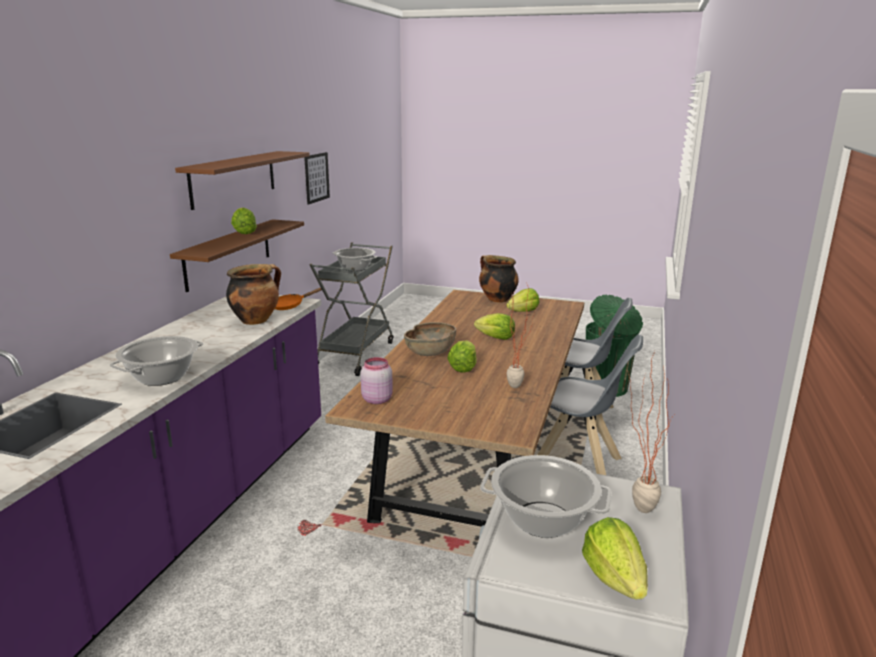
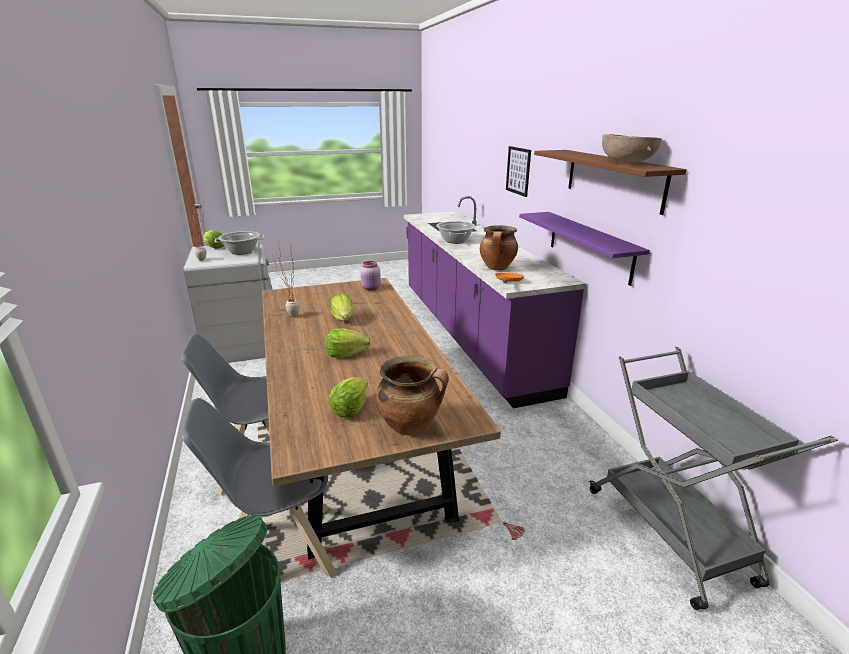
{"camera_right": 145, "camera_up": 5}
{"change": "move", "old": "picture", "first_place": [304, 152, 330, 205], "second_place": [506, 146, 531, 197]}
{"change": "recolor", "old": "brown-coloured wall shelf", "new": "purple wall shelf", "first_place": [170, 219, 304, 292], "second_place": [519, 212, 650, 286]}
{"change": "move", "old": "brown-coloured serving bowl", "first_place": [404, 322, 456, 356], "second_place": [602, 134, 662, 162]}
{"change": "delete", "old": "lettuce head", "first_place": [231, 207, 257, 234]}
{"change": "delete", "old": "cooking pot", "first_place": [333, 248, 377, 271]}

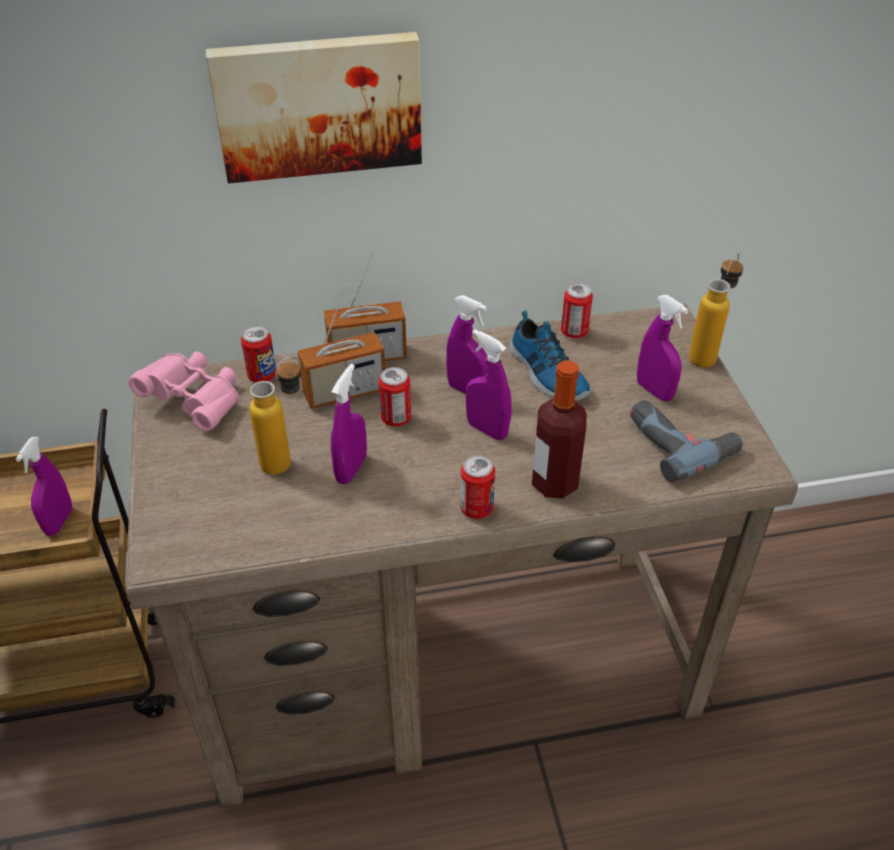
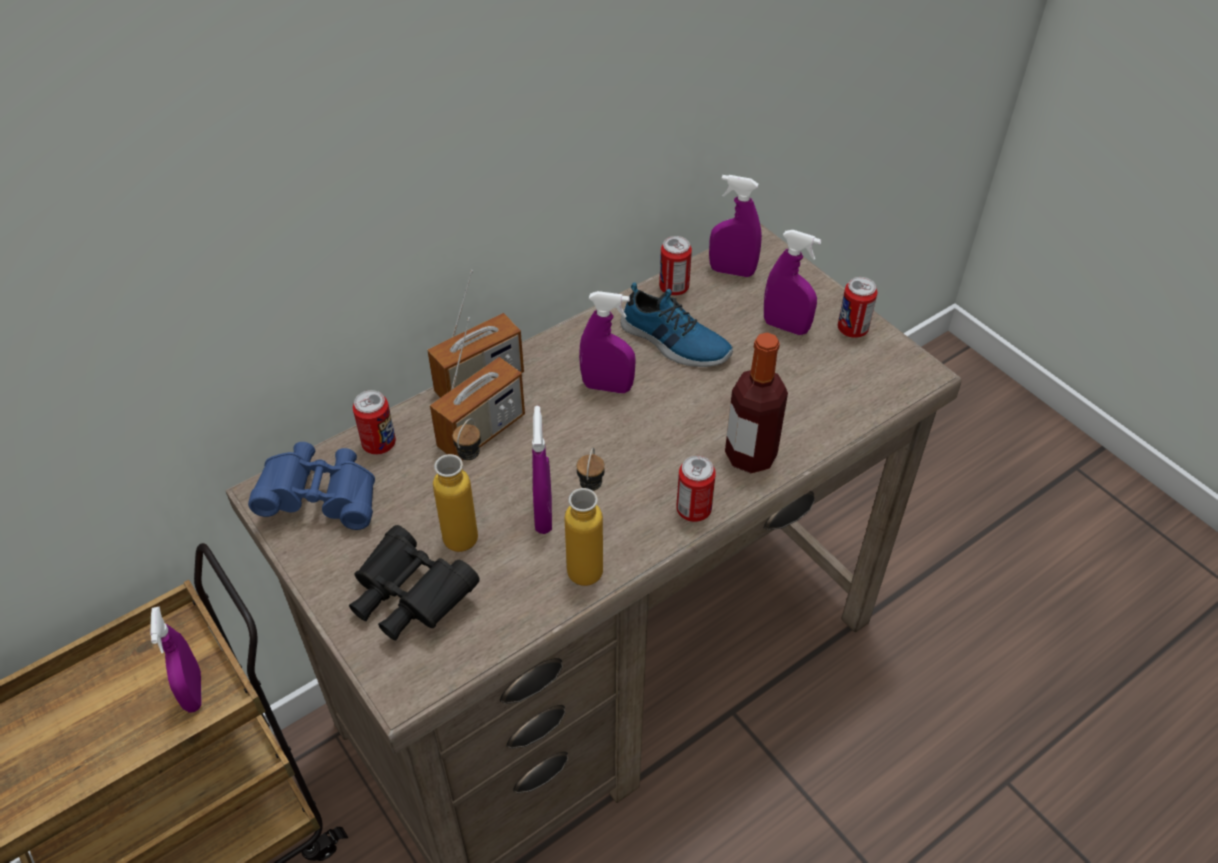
{"camera_right": -25, "camera_up": 5}
{"change": "recolor", "old": "pinkish pair of binoculars", "new": "blue pair of binoculars", "first_place": [129, 351, 239, 431], "second_place": [248, 442, 375, 530]}
{"change": "insert", "new": "black-coloured pair of binoculars", "second_place": [349, 525, 480, 641]}
{"change": "move", "old": "drink bottle", "first_place": [689, 253, 743, 368], "second_place": [564, 448, 605, 586]}
{"change": "move", "old": "purple sprayer", "first_place": [466, 329, 511, 440], "second_place": [709, 175, 762, 277]}
{"change": "move", "old": "metal can", "first_place": [379, 367, 411, 427], "second_place": [838, 277, 877, 338]}
{"change": "delete", "old": "picture", "first_place": [206, 32, 422, 184]}
{"change": "delete", "old": "power drill", "first_place": [630, 400, 744, 483]}

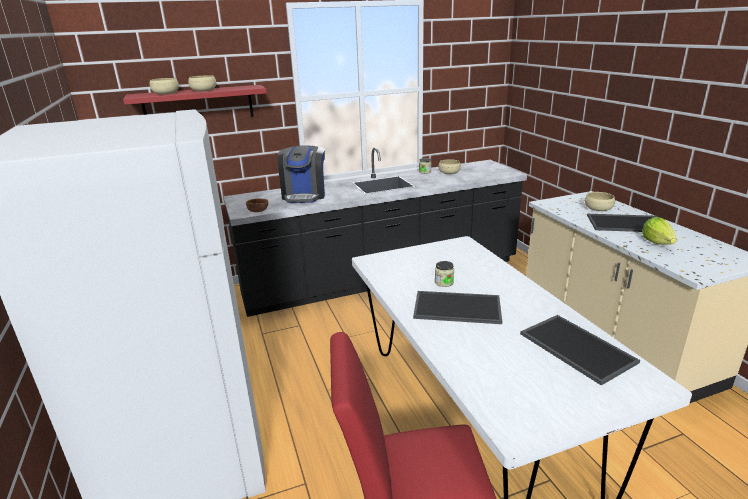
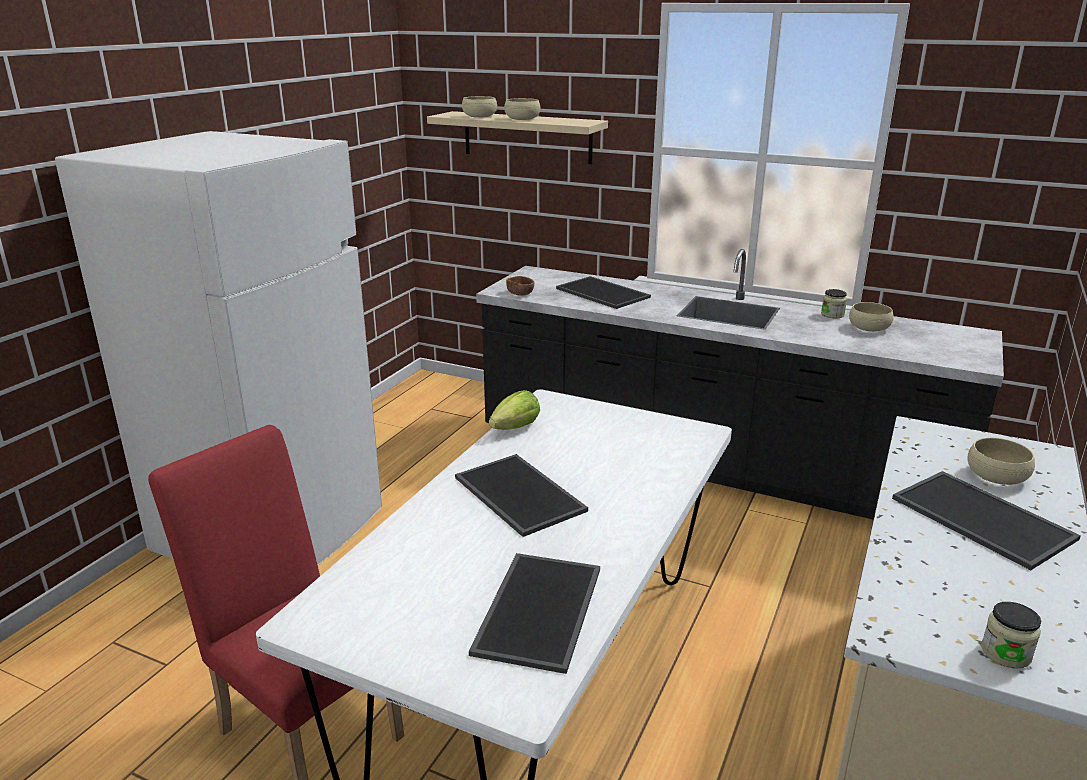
{"camera_right": 45, "camera_up": 0}
{"change": "recolor", "old": "reddish wall shelf", "new": "beige-coloured wall shelf", "first_place": [123, 85, 267, 116], "second_place": [427, 111, 608, 164]}
{"change": "move", "old": "lettuce head", "first_place": [642, 217, 677, 245], "second_place": [489, 390, 540, 430]}
{"change": "replace", "old": "coffee brewer", "new": "tray", "first_place": [278, 145, 325, 203], "second_place": [556, 276, 651, 309]}
{"change": "move", "old": "jar", "first_place": [435, 261, 454, 287], "second_place": [981, 602, 1041, 668]}

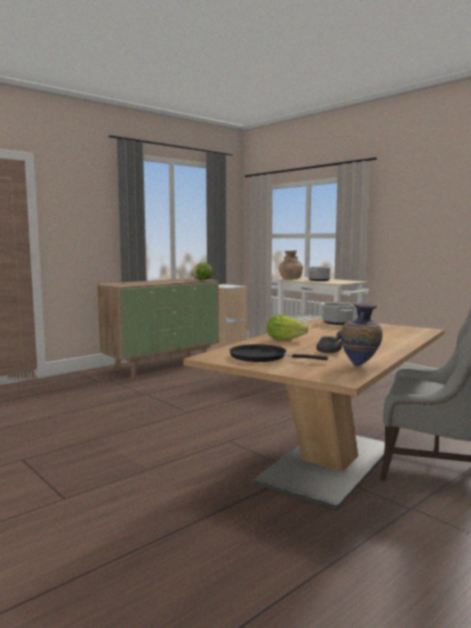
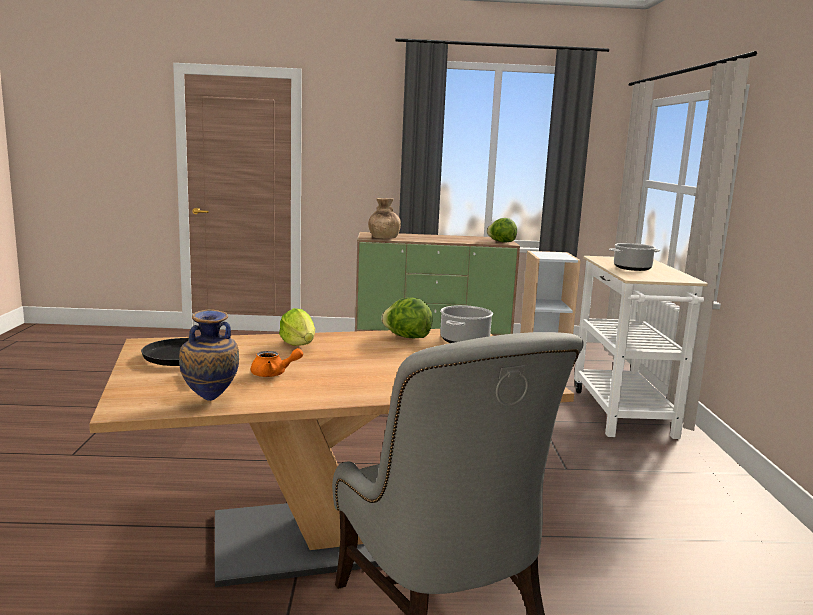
{"camera_right": 40, "camera_up": 5}
{"change": "recolor", "old": "gray teapot", "new": "orange-coloured teapot", "first_place": [316, 331, 342, 353], "second_place": [251, 348, 303, 377]}
{"change": "move", "old": "brown-coloured flower vase", "first_place": [279, 250, 303, 279], "second_place": [368, 198, 401, 239]}
{"change": "insert", "new": "lettuce head", "second_place": [381, 297, 433, 338]}

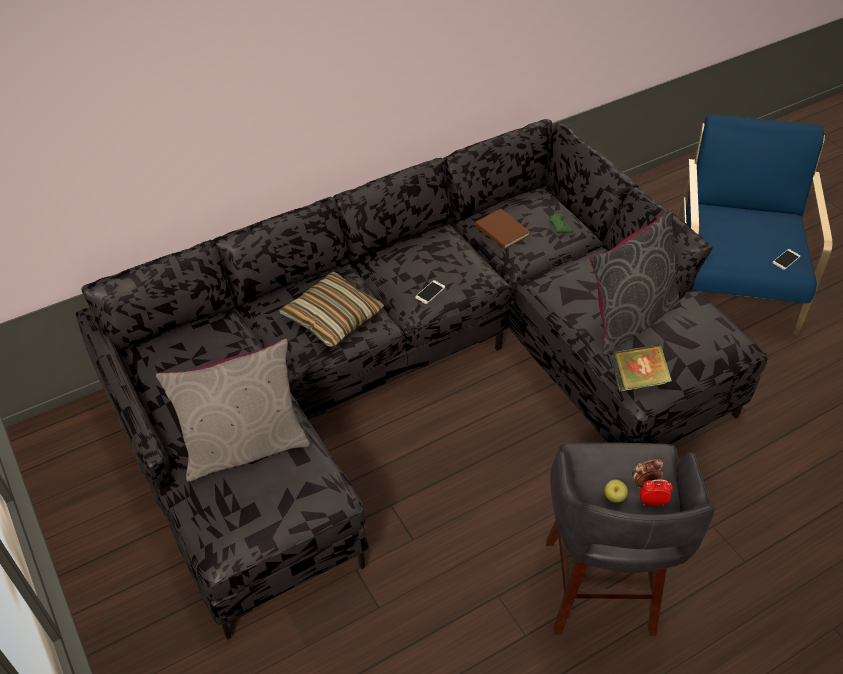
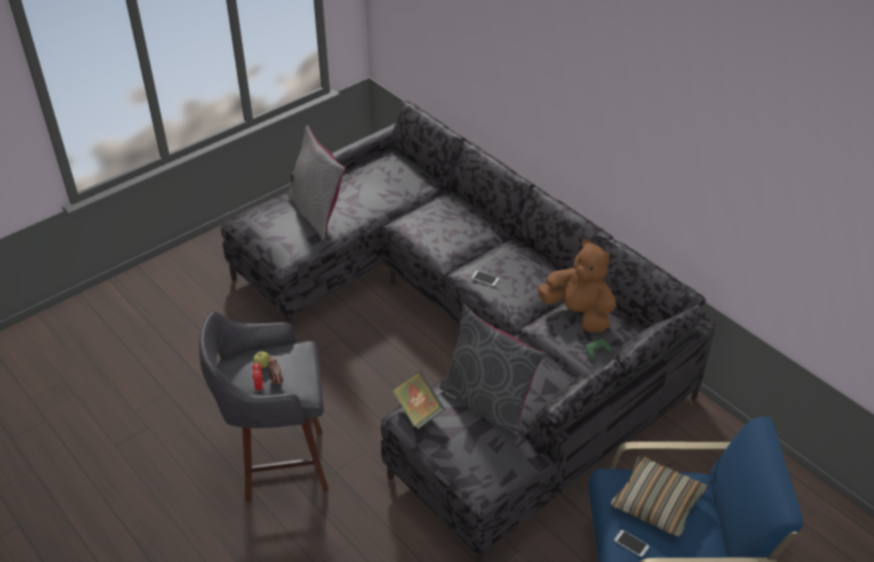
{"camera_right": 80, "camera_up": -5}
{"change": "replace", "old": "brown-coloured volume", "new": "brown-coloured plush toy", "first_place": [475, 209, 530, 250], "second_place": [537, 239, 616, 333]}
{"change": "move", "old": "throw pillow", "first_place": [279, 271, 384, 347], "second_place": [611, 455, 708, 537]}

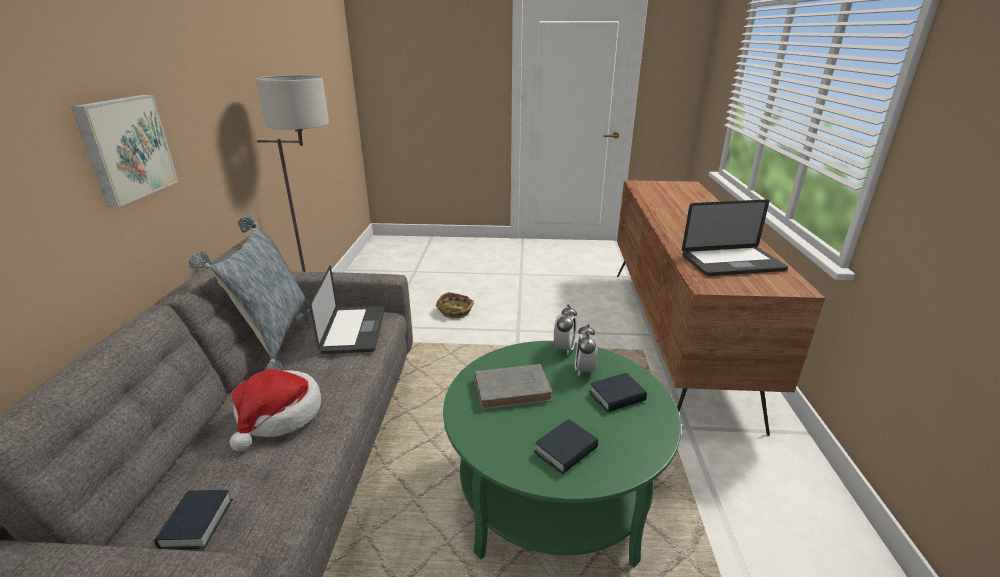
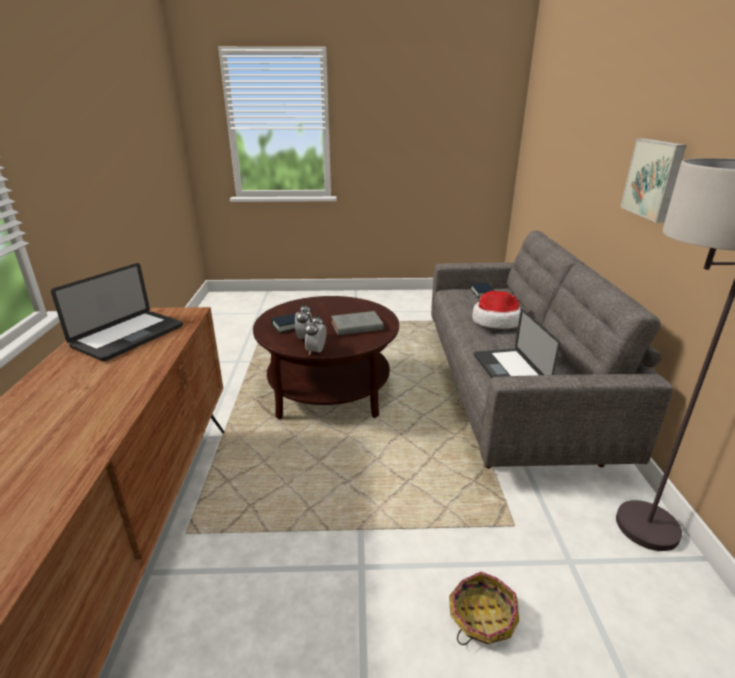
{"camera_right": 175, "camera_up": 0}
{"change": "rotate", "old": "notebook computer", "first_place": [682, 199, 788, 276], "second_place": [51, 263, 183, 361], "degrees": 135}
{"change": "recolor", "old": "green low table", "new": "brown-coloured low table", "first_place": [443, 341, 681, 567], "second_place": [253, 296, 399, 420]}
{"change": "delete", "old": "throw pillow", "first_place": [188, 214, 313, 370]}
{"change": "delete", "old": "volume", "first_place": [534, 419, 598, 474]}

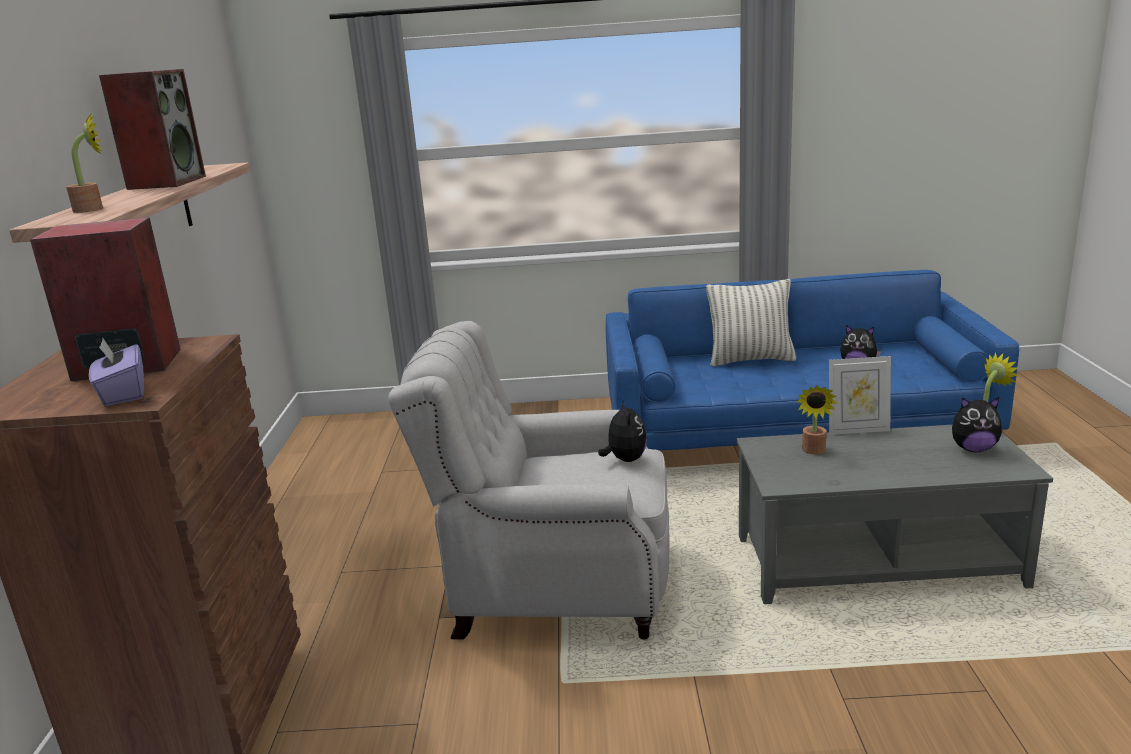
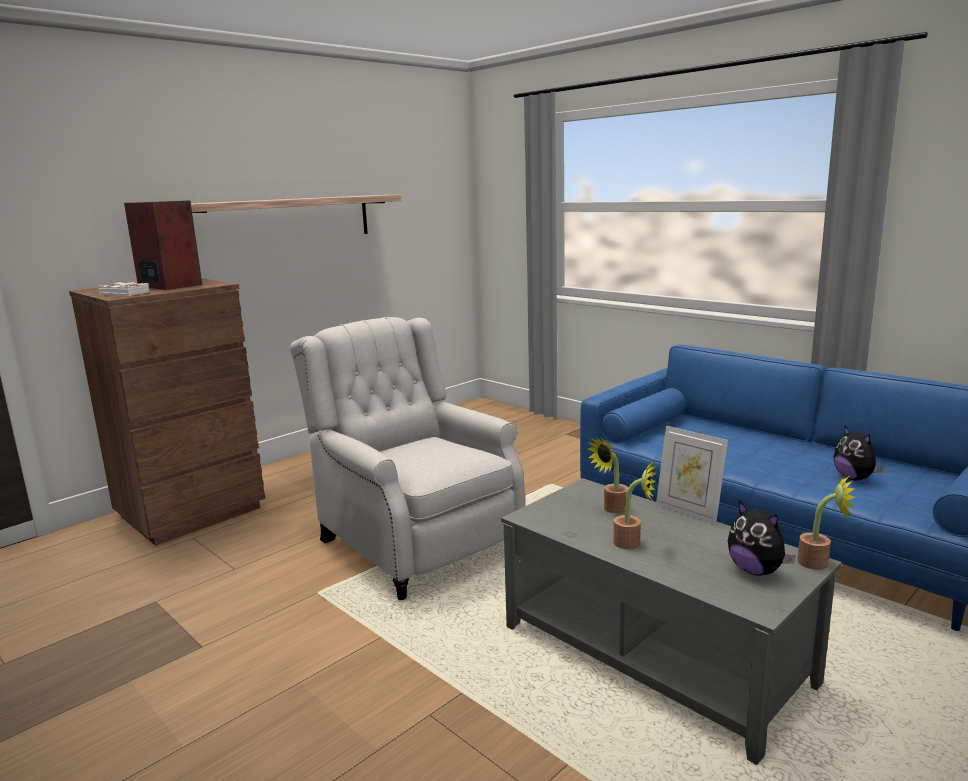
{"camera_right": 45, "camera_up": -5}
{"change": "replace", "old": "purple tissue holder", "new": "whitish volume", "first_place": [89, 339, 144, 406], "second_place": [98, 282, 150, 296]}
{"change": "move", "old": "potted plant", "first_place": [66, 113, 103, 213], "second_place": [614, 461, 657, 549]}
{"change": "delete", "old": "speaker", "first_place": [99, 69, 206, 190]}
{"change": "delete", "old": "plush toy", "first_place": [598, 400, 647, 462]}
{"change": "delete", "old": "throw pillow", "first_place": [706, 279, 796, 367]}

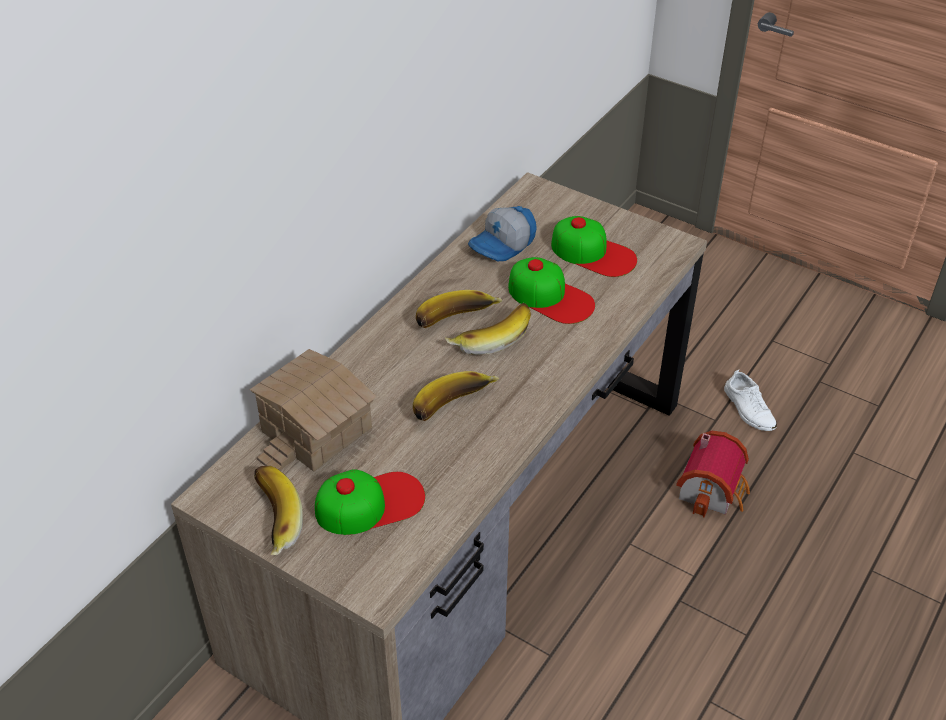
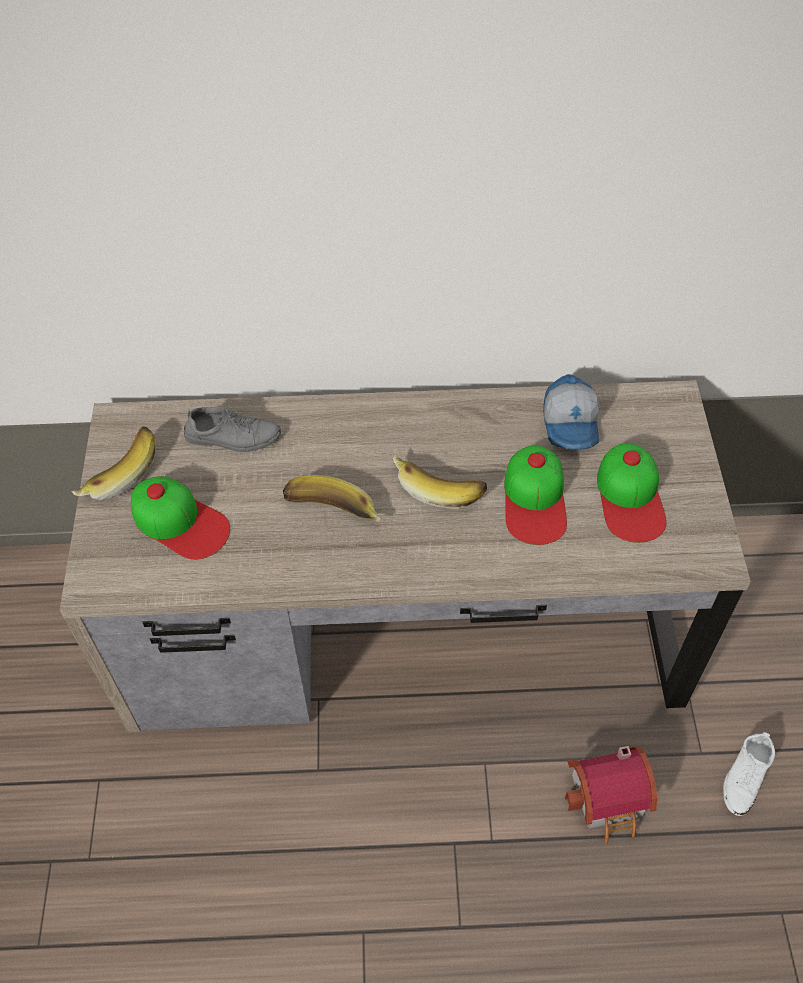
{"camera_right": 55, "camera_up": 10}
{"change": "replace", "old": "model house", "new": "gray low shoe", "first_place": [250, 349, 377, 471], "second_place": [184, 406, 281, 452]}
{"change": "rotate", "old": "peaked cap", "first_place": [468, 206, 537, 261], "second_place": [544, 374, 600, 450], "degrees": -105}
{"change": "delete", "old": "banana", "first_place": [416, 290, 503, 328]}

